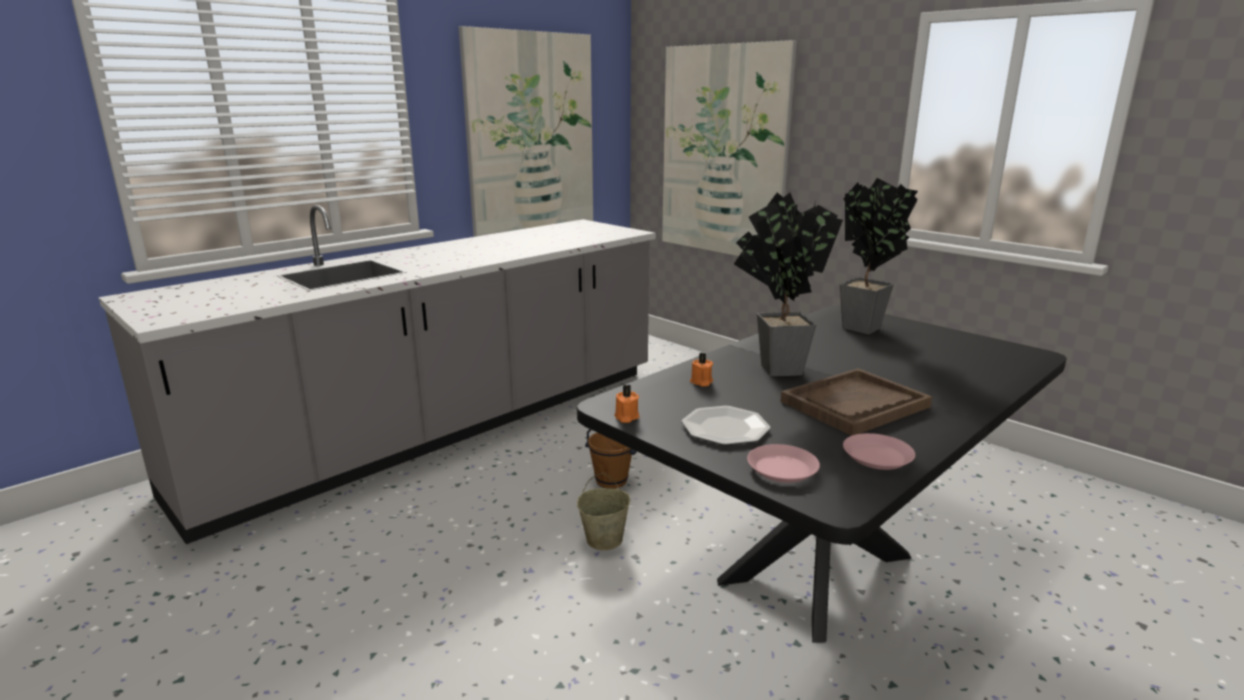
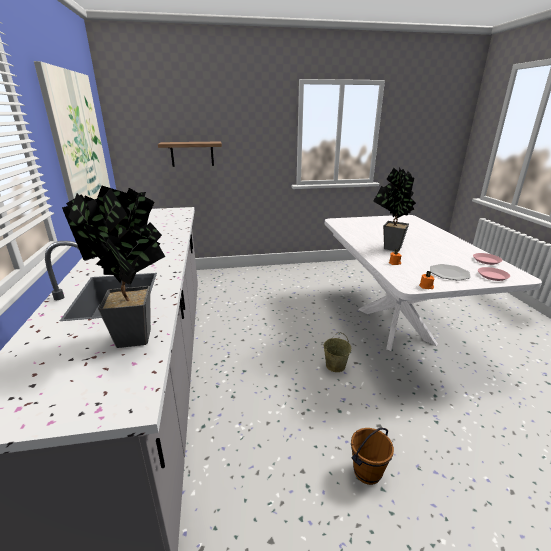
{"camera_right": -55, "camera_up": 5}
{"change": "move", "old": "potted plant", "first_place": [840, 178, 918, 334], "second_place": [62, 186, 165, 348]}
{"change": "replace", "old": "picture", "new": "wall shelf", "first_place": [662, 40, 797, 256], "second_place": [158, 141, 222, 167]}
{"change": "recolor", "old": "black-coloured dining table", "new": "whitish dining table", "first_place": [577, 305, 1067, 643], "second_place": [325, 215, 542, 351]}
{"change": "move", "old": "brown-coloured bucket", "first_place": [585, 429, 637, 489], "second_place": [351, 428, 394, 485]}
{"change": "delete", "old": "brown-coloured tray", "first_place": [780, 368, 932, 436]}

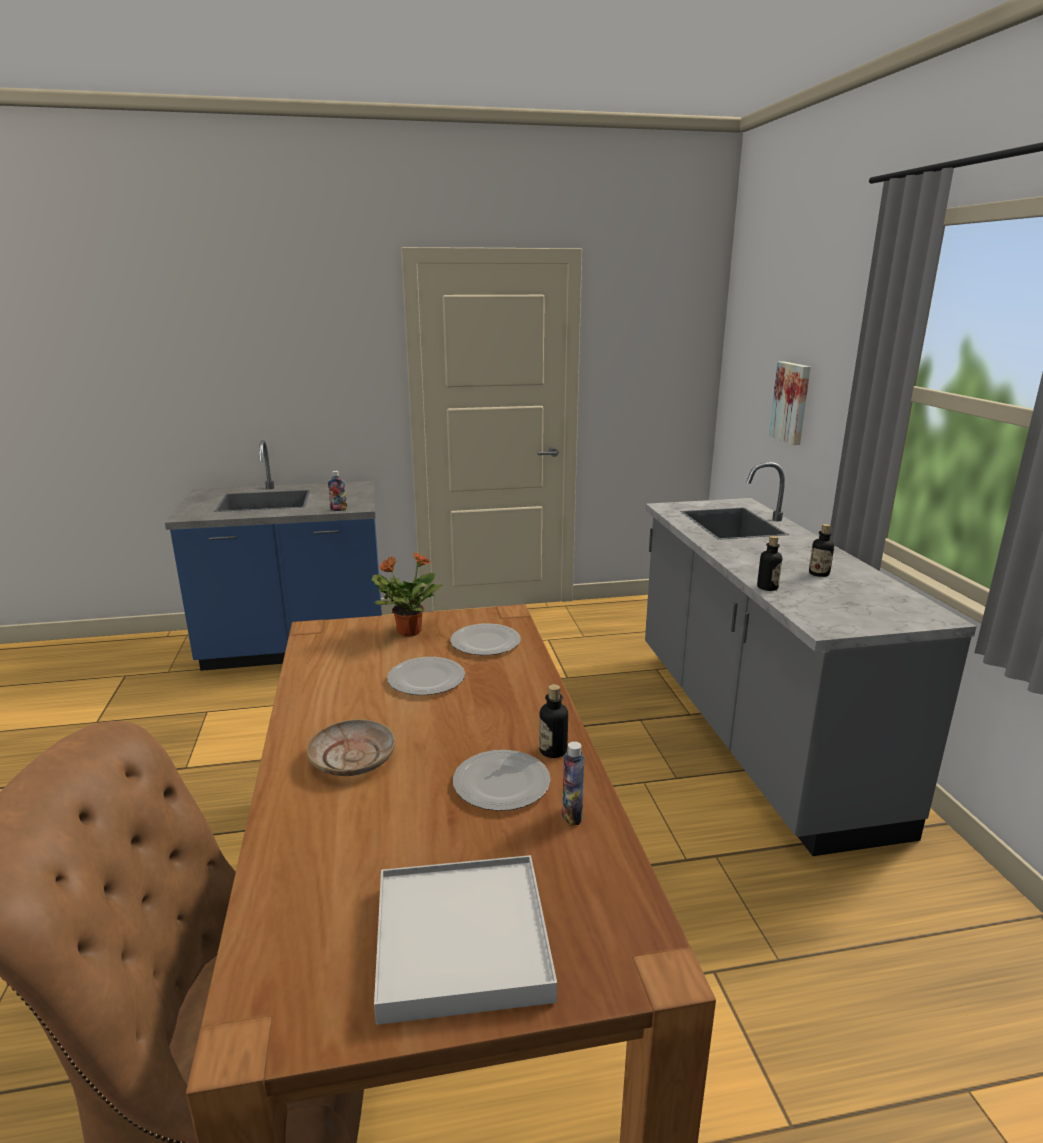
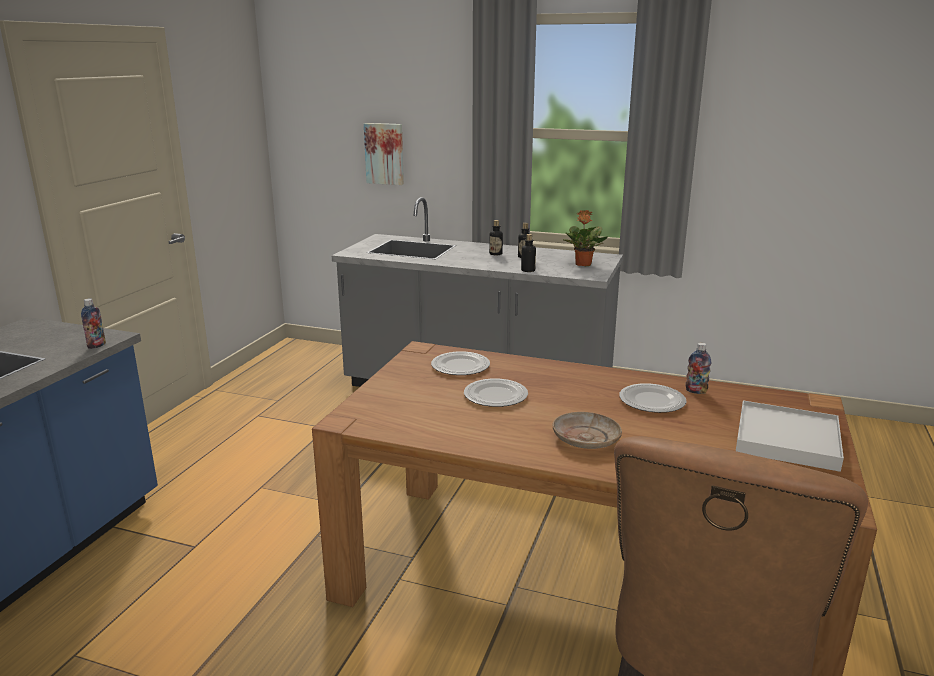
{"camera_right": -60, "camera_up": 0}
{"change": "move", "old": "drink bottle", "first_place": [539, 684, 568, 758], "second_place": [489, 220, 503, 255]}
{"change": "move", "old": "potted plant", "first_place": [371, 552, 443, 637], "second_place": [563, 210, 608, 266]}

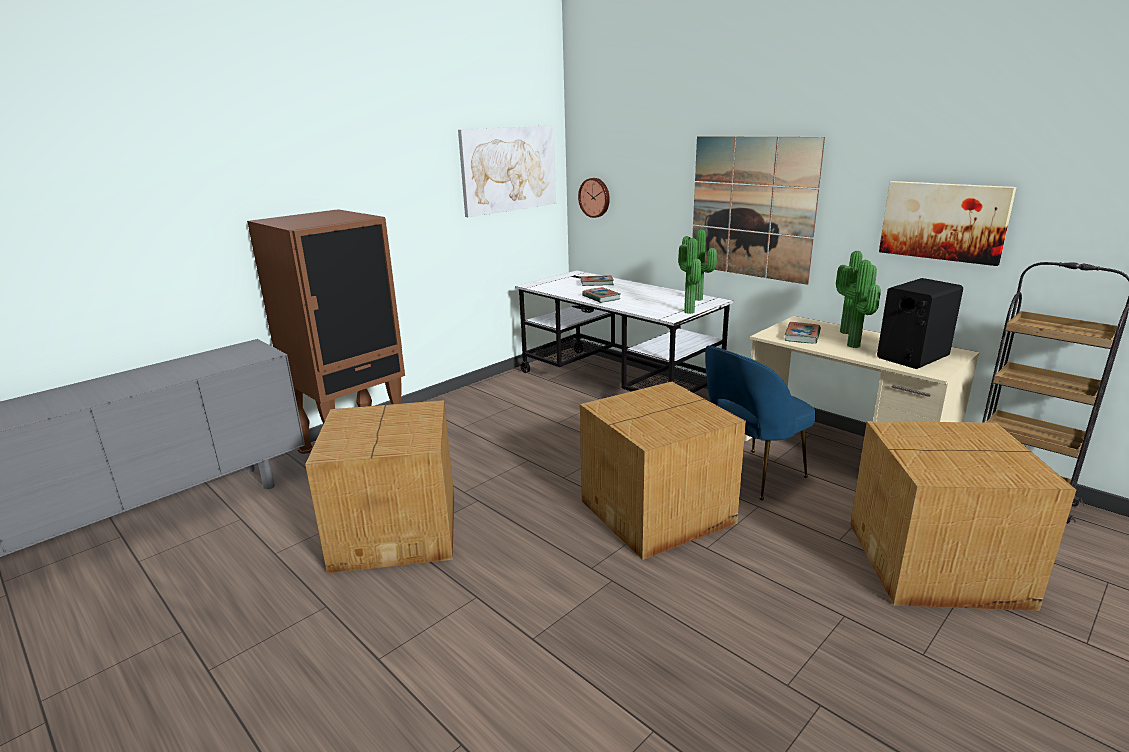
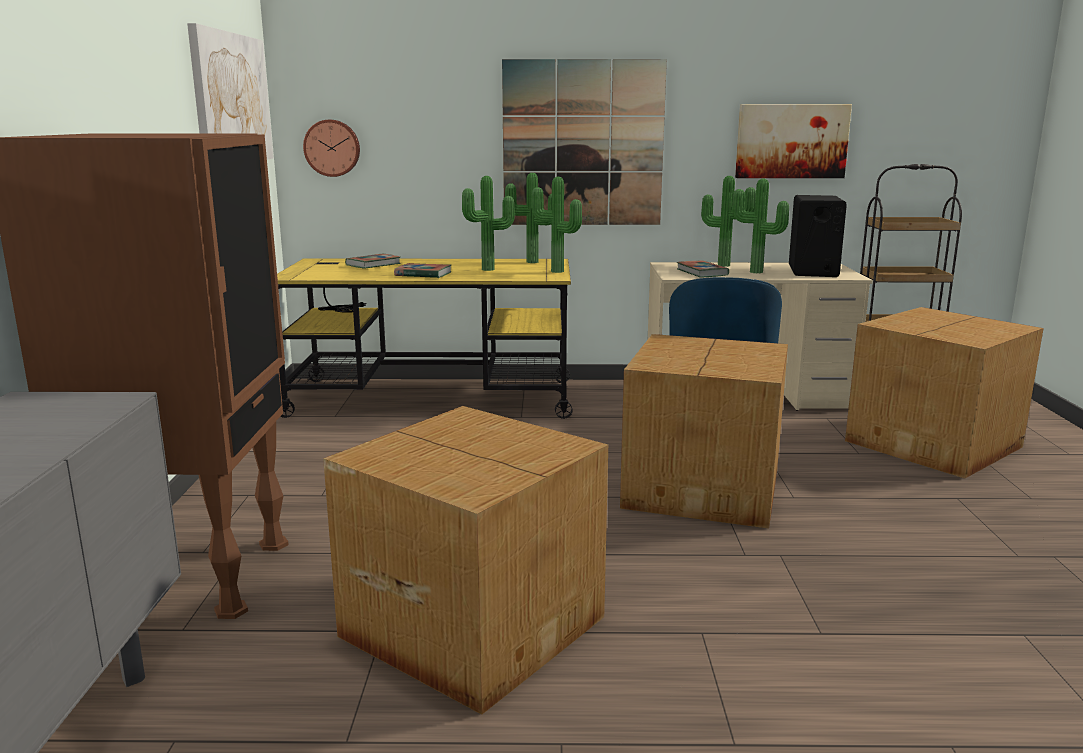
{"camera_right": -45, "camera_up": -5}
{"change": "recolor", "old": "whitish desk", "new": "yellow desk", "first_place": [515, 270, 733, 393], "second_place": [277, 258, 573, 419]}
{"change": "insert", "new": "potted plant", "second_place": [462, 176, 515, 271]}

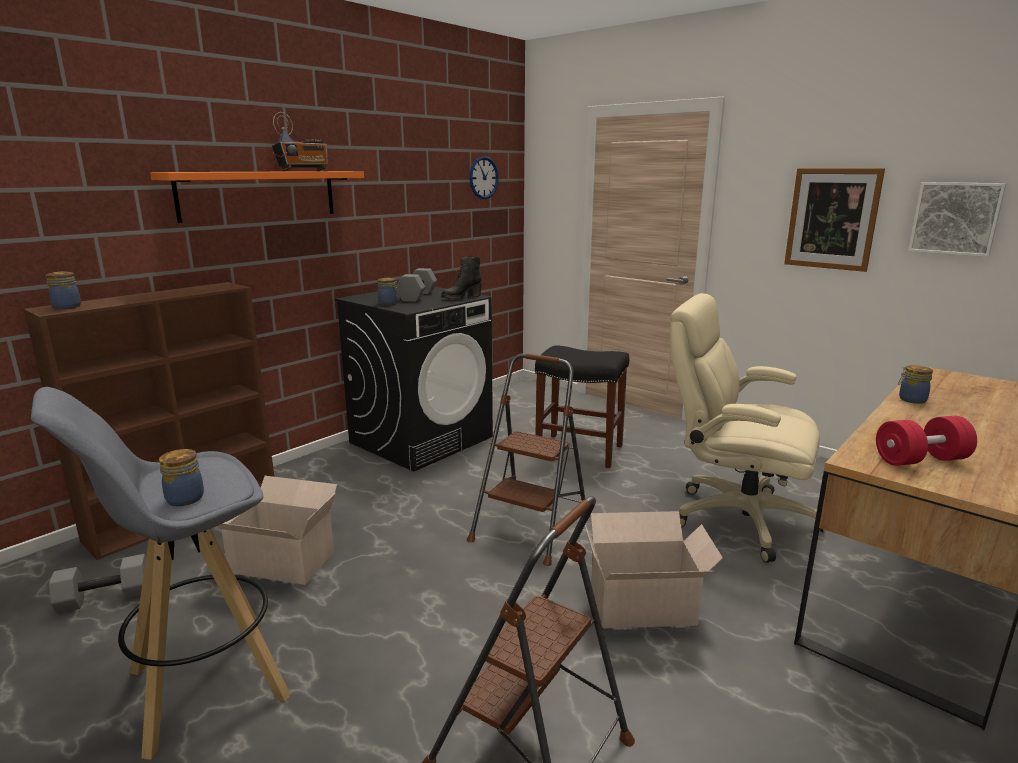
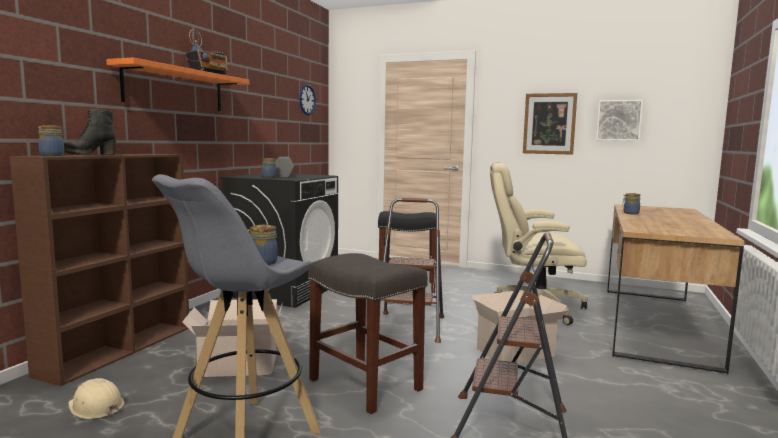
{"camera_right": -20, "camera_up": -10}
{"change": "move", "old": "black-coloured boot", "first_place": [441, 256, 482, 299], "second_place": [64, 109, 116, 155]}
{"change": "replace", "old": "gray free weight", "new": "beige-coloured work helmet", "first_place": [49, 554, 146, 614], "second_place": [68, 378, 124, 419]}
{"change": "insert", "new": "gray stool seat", "second_place": [308, 253, 428, 414]}
{"change": "delete", "old": "reddish free weight", "first_place": [876, 416, 977, 466]}

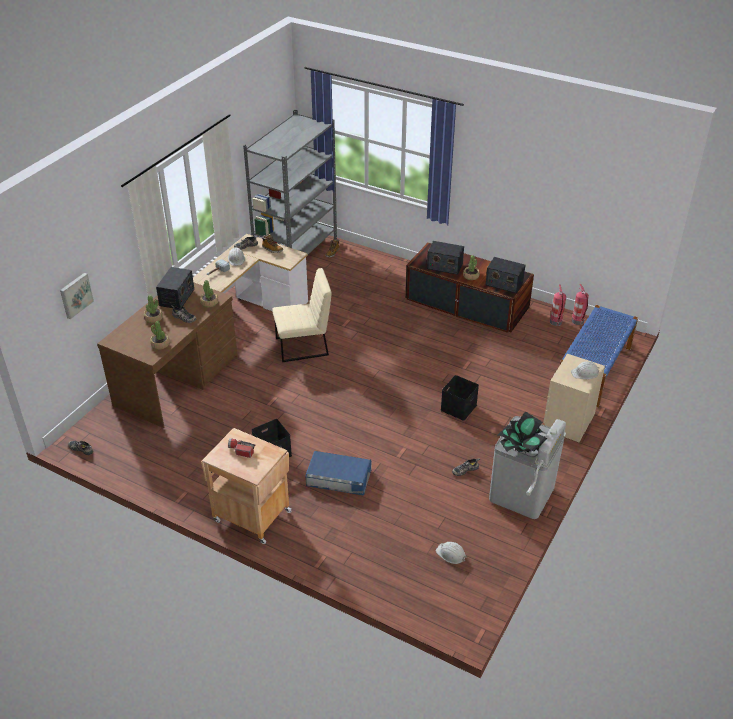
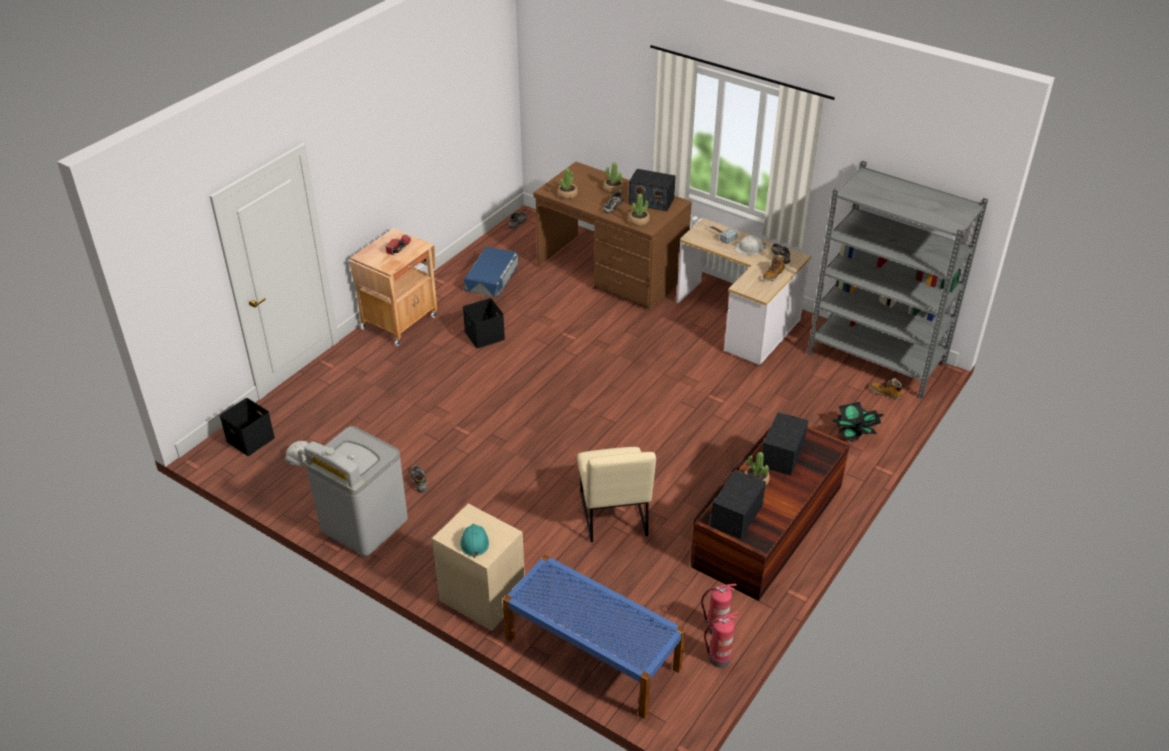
{"camera_right": 95, "camera_up": 0}
{"change": "move", "old": "black-coloured storage box", "first_place": [441, 375, 479, 421], "second_place": [220, 398, 275, 456]}
{"change": "recolor", "old": "whitish work helmet", "new": "blue-green work helmet", "first_place": [571, 361, 599, 379], "second_place": [460, 524, 489, 558]}
{"change": "move", "old": "blue storage box", "first_place": [305, 451, 371, 495], "second_place": [464, 247, 518, 297]}
{"change": "move", "old": "beige-coloured upright chair", "first_place": [272, 268, 332, 362], "second_place": [577, 447, 656, 542]}
{"change": "move", "old": "potted plant", "first_place": [497, 411, 547, 453], "second_place": [832, 402, 884, 442]}
{"change": "delete", "old": "picture", "first_place": [60, 273, 94, 319]}

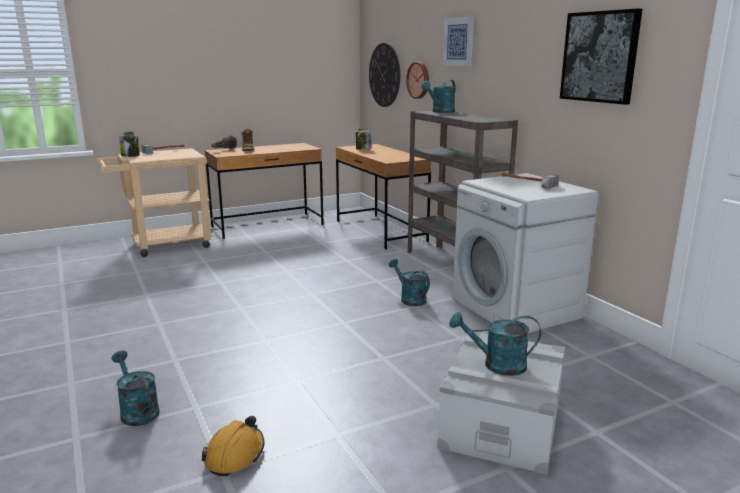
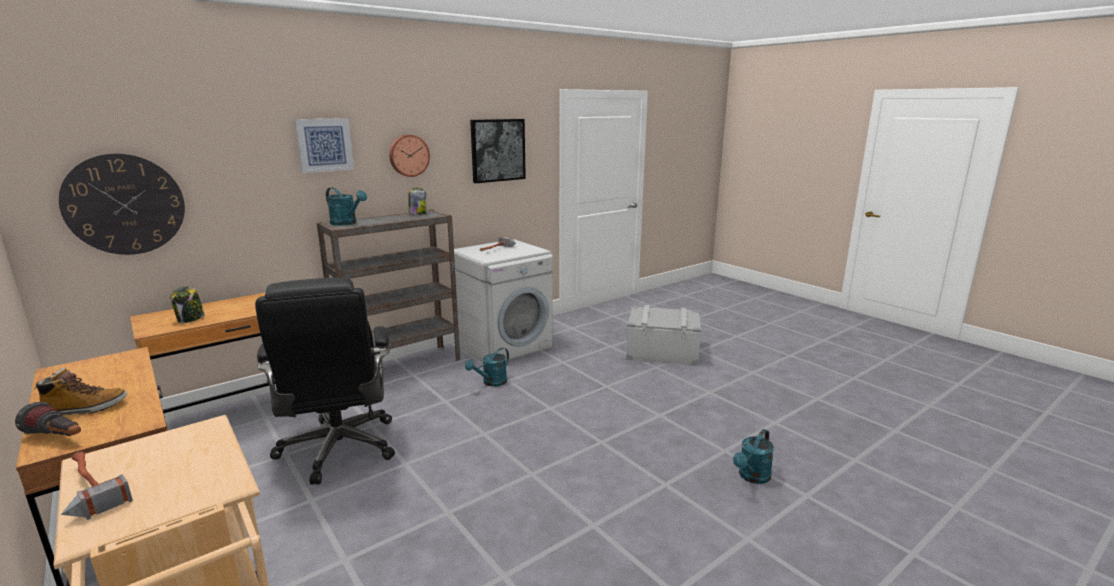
{"camera_right": -100, "camera_up": 0}
{"change": "insert", "new": "black-coloured office chair", "second_place": [255, 278, 395, 484]}
{"change": "move", "old": "hanging clock", "first_place": [406, 62, 429, 99], "second_place": [389, 135, 430, 177]}
{"change": "move", "old": "jar", "first_place": [120, 132, 140, 157], "second_place": [409, 188, 426, 215]}
{"change": "delete", "old": "orange-coloured work helmet", "first_place": [202, 416, 264, 476]}
{"change": "delete", "old": "blue-green watering pot", "first_place": [449, 312, 541, 376]}

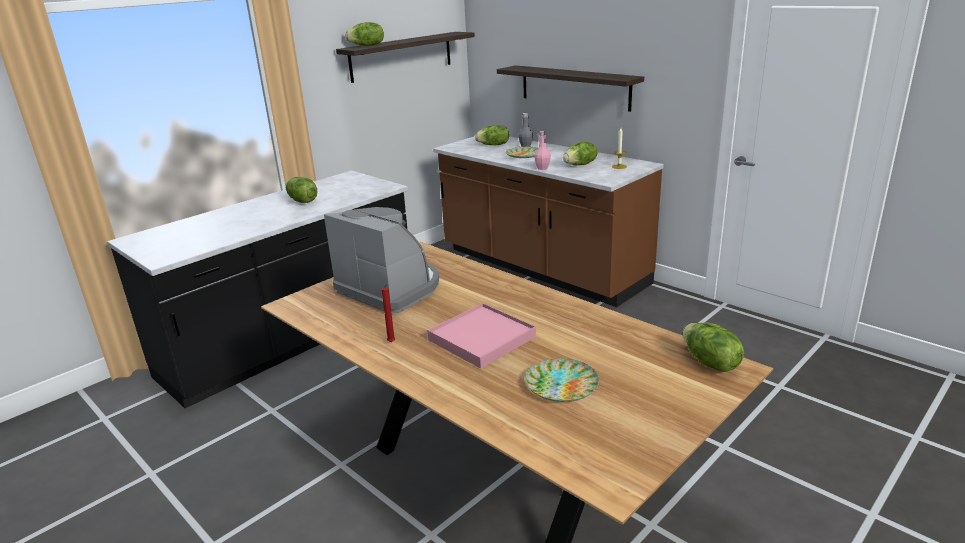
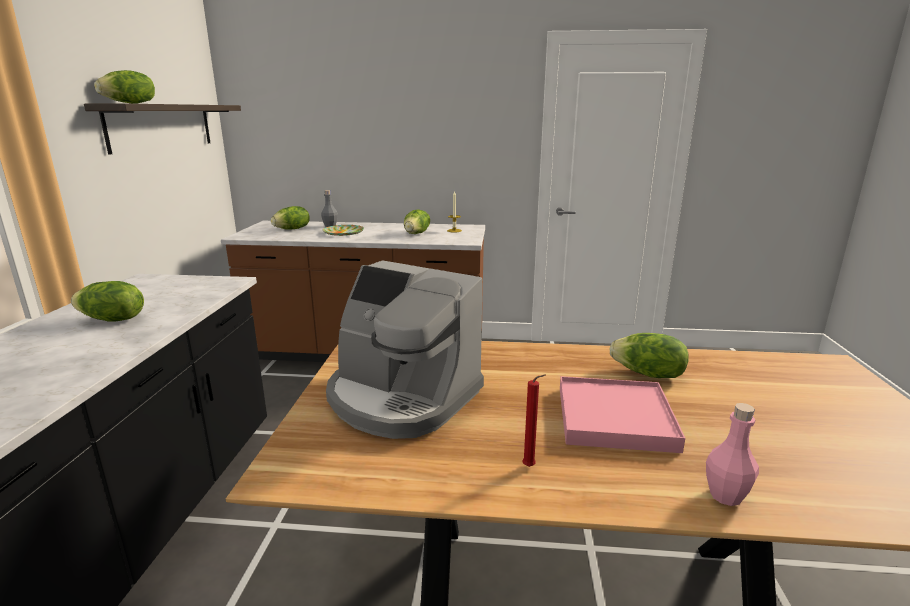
{"camera_right": -40, "camera_up": -5}
{"change": "rotate", "old": "coffee brewer", "first_place": [324, 207, 439, 314], "second_place": [326, 260, 484, 439], "degrees": -150}
{"change": "move", "old": "lettuce head", "first_place": [683, 322, 744, 372], "second_place": [609, 333, 689, 378]}
{"change": "move", "old": "pinkish drink bottle", "first_place": [534, 131, 551, 170], "second_place": [706, 403, 759, 506]}
{"change": "delete", "old": "wall shelf", "first_place": [497, 65, 644, 112]}
{"change": "delete", "old": "dinner plate", "first_place": [525, 358, 599, 402]}

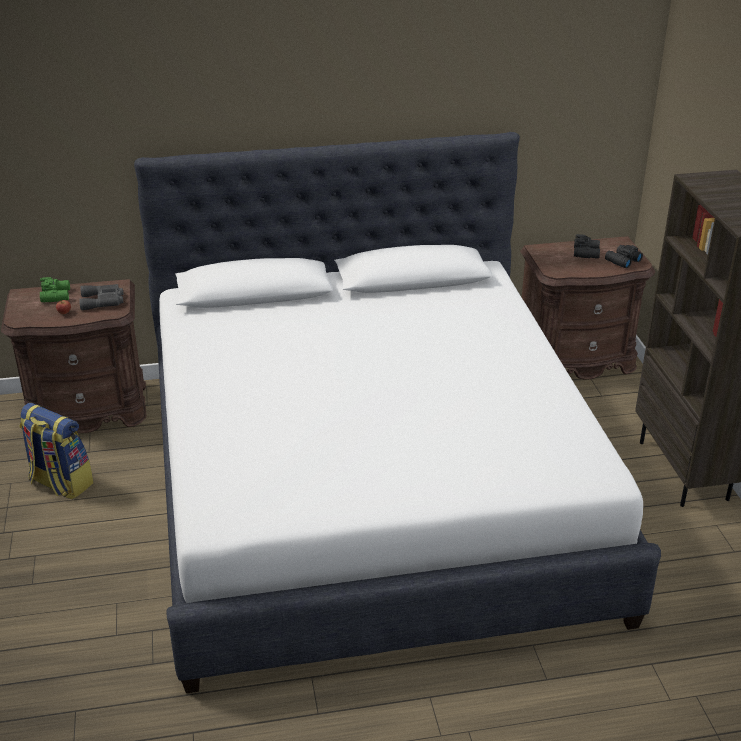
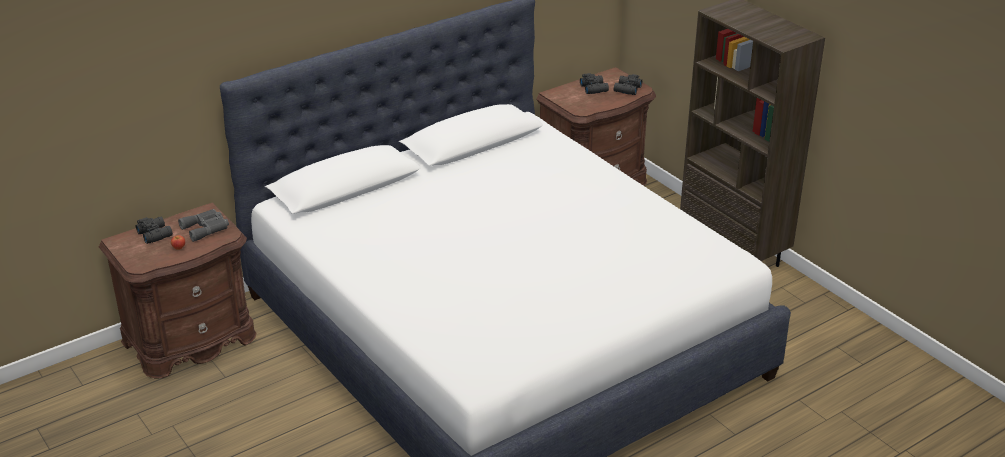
{"camera_right": -25, "camera_up": 0}
{"change": "recolor", "old": "green pair of binoculars", "new": "black-coloured pair of binoculars", "first_place": [40, 277, 70, 302], "second_place": [135, 217, 173, 244]}
{"change": "delete", "old": "knapsack", "first_place": [19, 403, 94, 499]}

